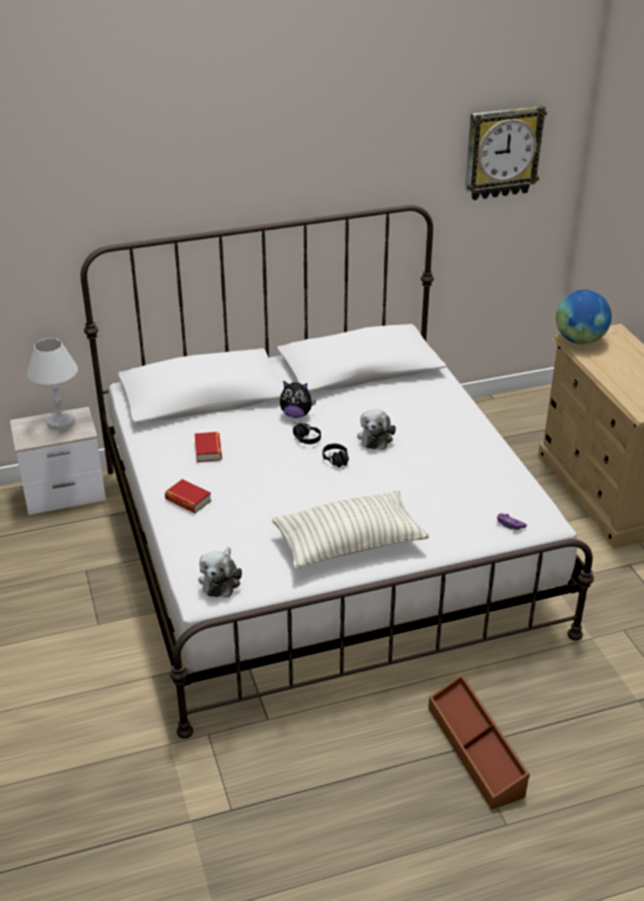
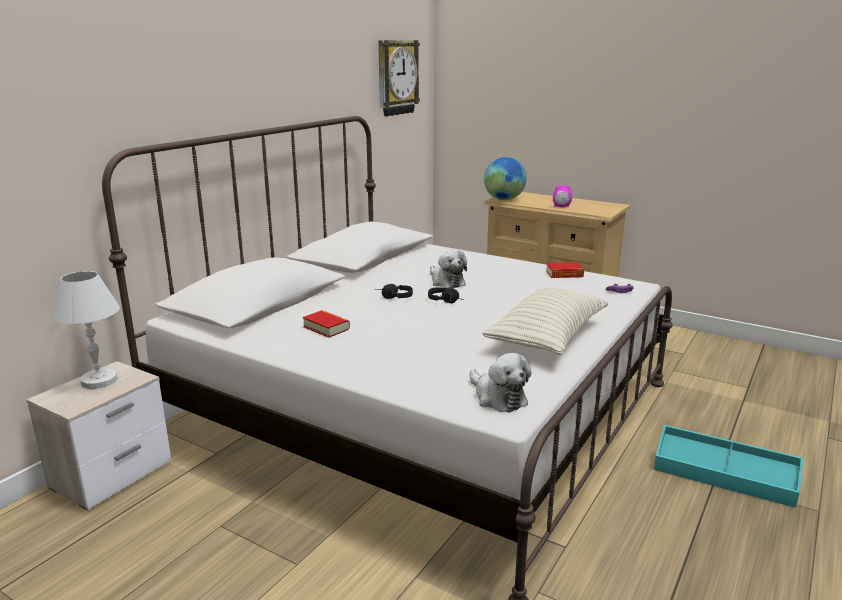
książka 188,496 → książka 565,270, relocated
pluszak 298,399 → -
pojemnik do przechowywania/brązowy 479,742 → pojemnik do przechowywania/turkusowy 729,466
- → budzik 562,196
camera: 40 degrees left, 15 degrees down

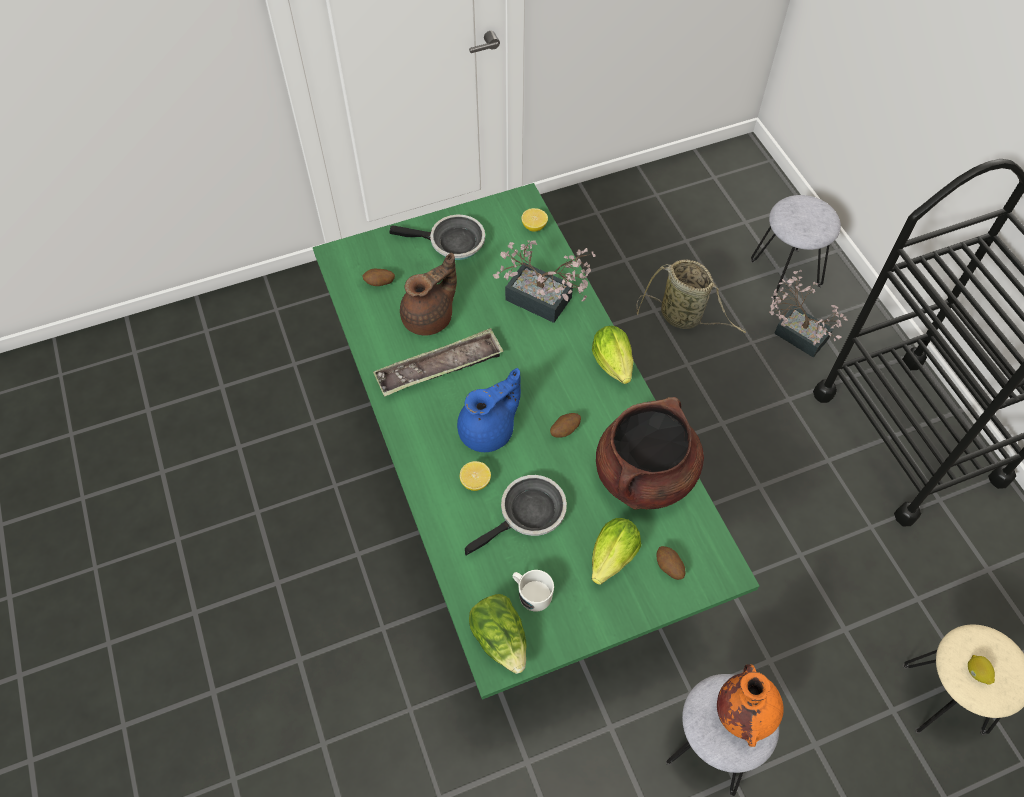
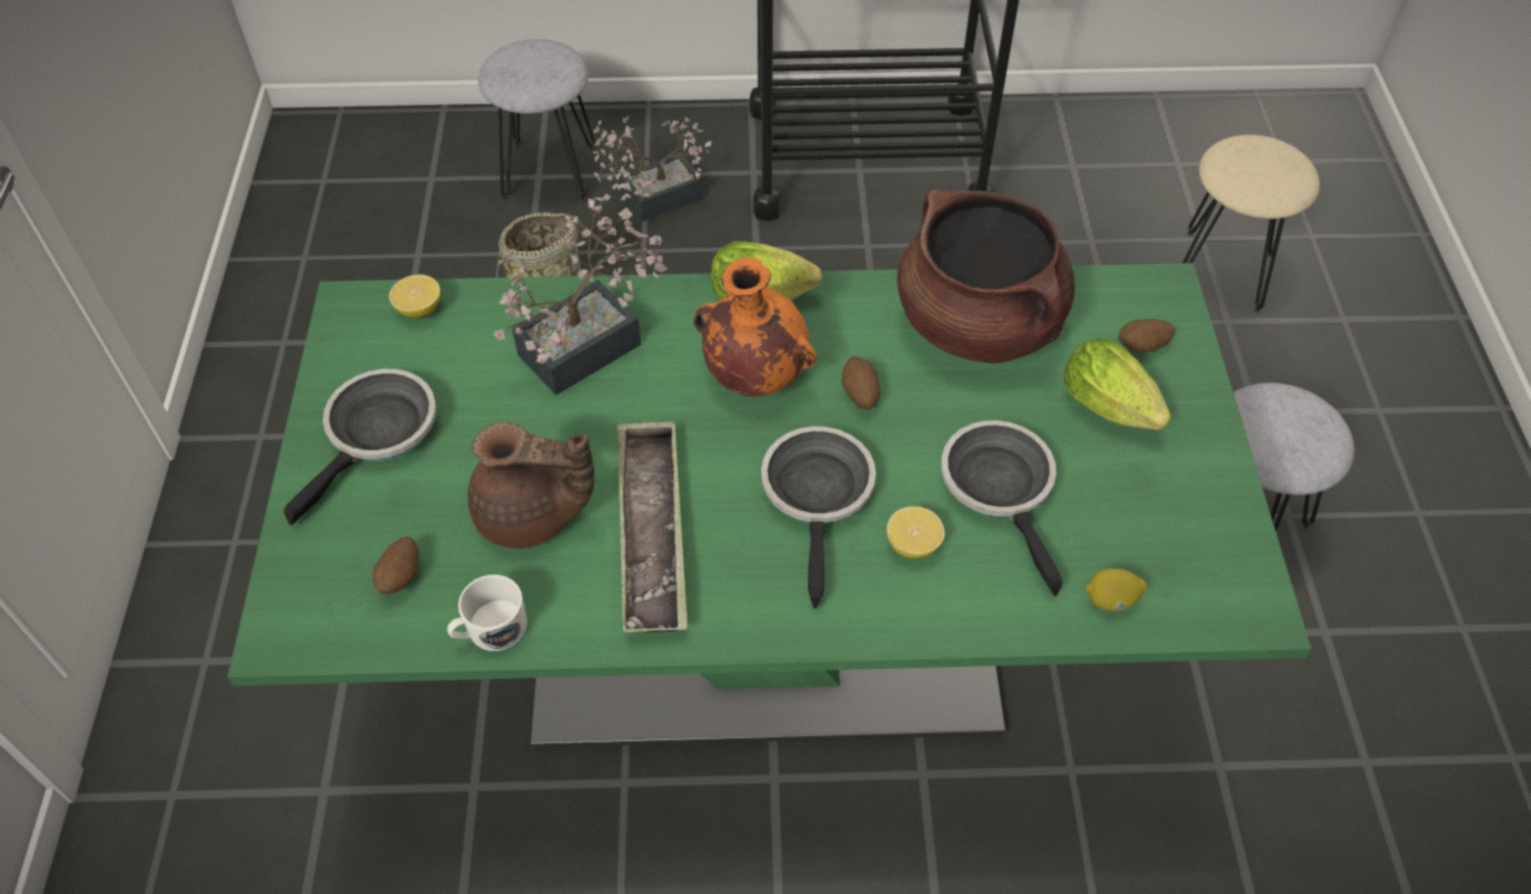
imbryk/brązowy 428,294 → imbryk/brązowy 531,485, 120 degrees clockwise
imbryk/niebieski 489,410 → patelnia 818,517
sałata 497,634 → -
kubek/biały 533,591 → kubek/biały 487,613, relocated
wazon/pomarańczowy 750,705 → wazon/pomarańczowy 755,327, relocated
cytryna 981,670 → cytryna 1116,589, relocated
camera: 70 degrees left, 5 degrees down

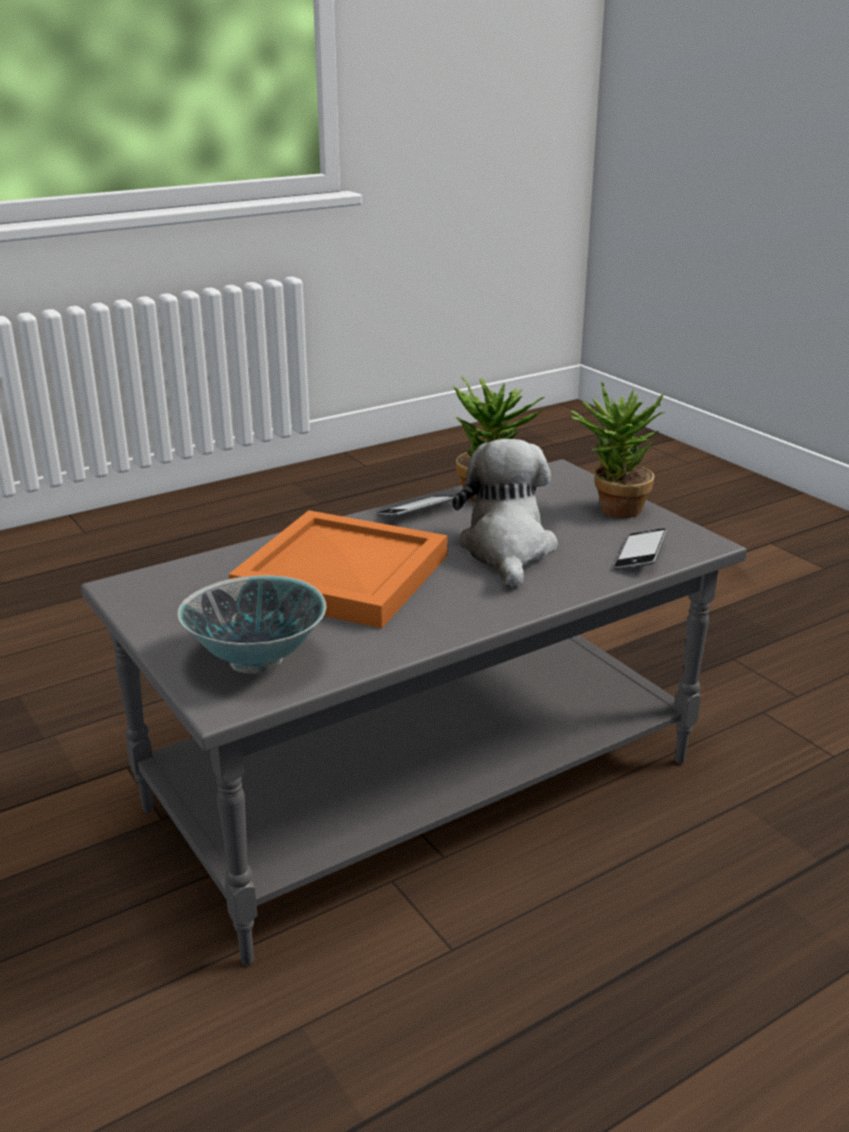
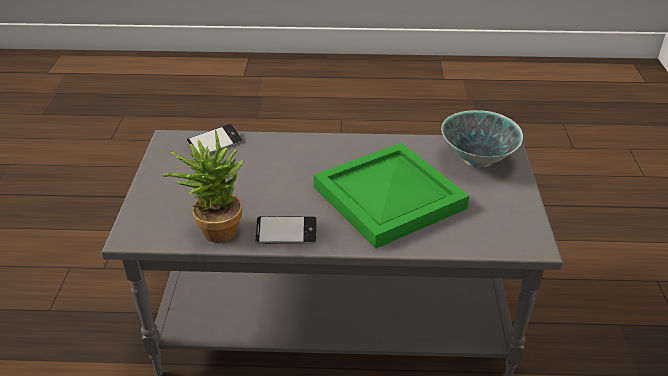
taca/pomarańczowy 338,569 → taca/zielony 391,196
pluszak 505,513 → -
roślina doniczkowa 618,450 → -
camera: 145 degrees left, 10 degrees up

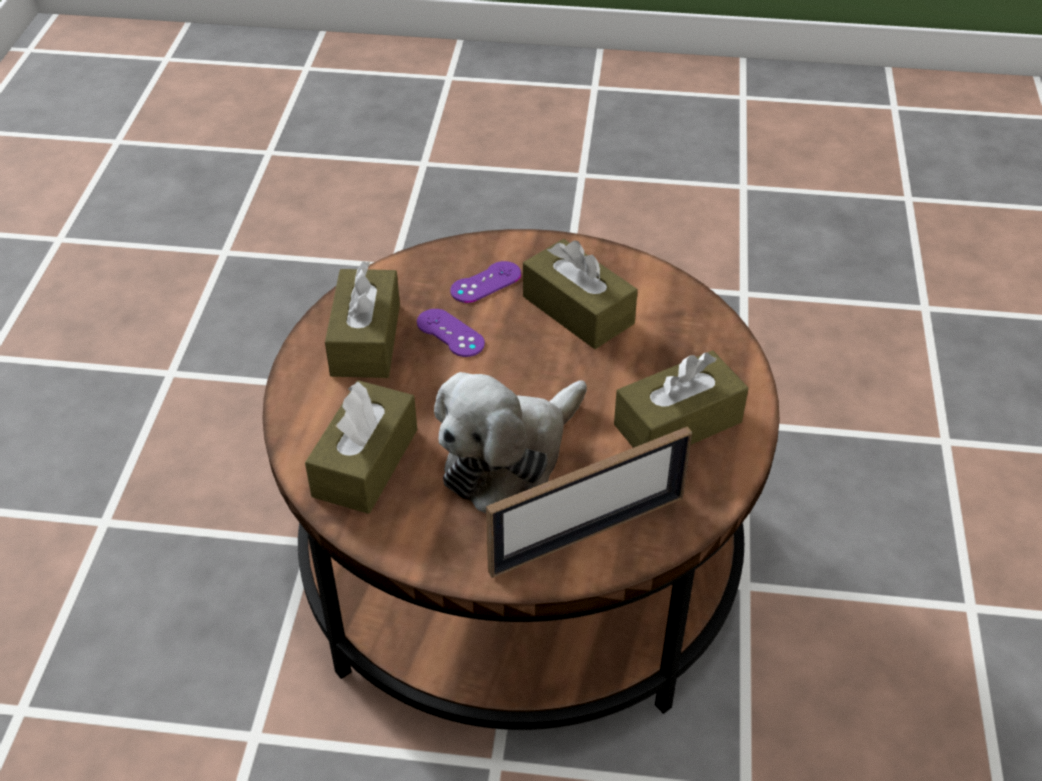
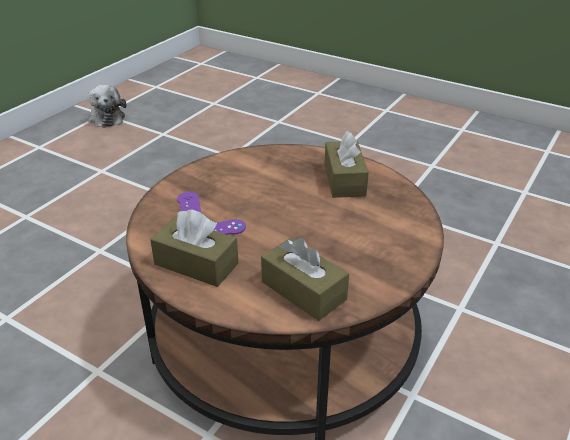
pluszak 510,442 → pluszak 107,106, relocated
ramka na zdjęcie 589,502 → -
pudełko chusteczek/brązowy 580,294 → -
camera: 65 degrees left, 10 degrees down

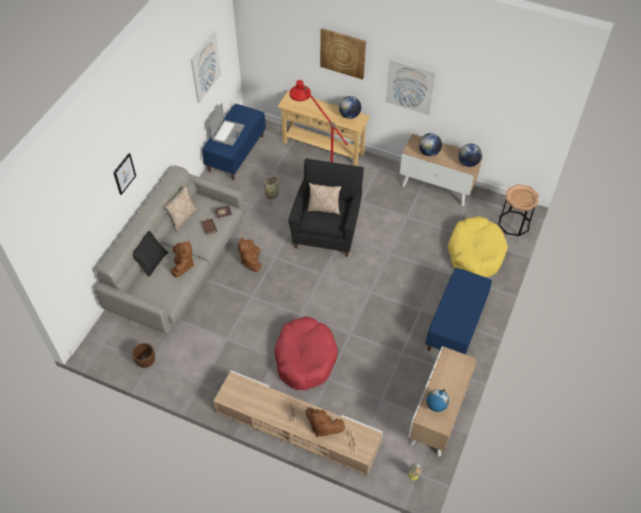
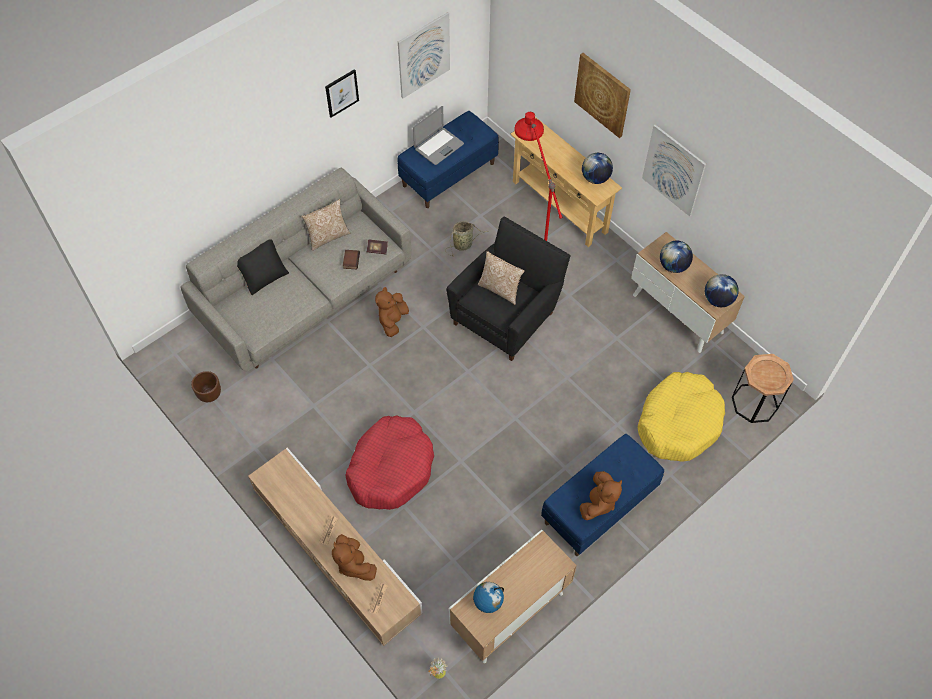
obraz 124,174 → obraz 342,93, relocated
pluszak/brązowy 182,258 → pluszak/brązowy 601,495, relocated
camera: 25 degrees right, 5 degrees up

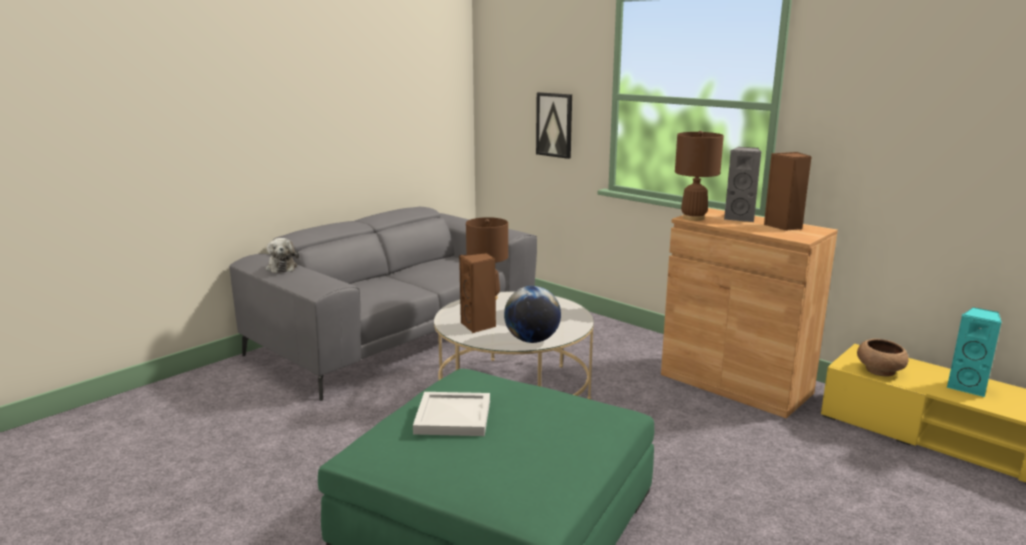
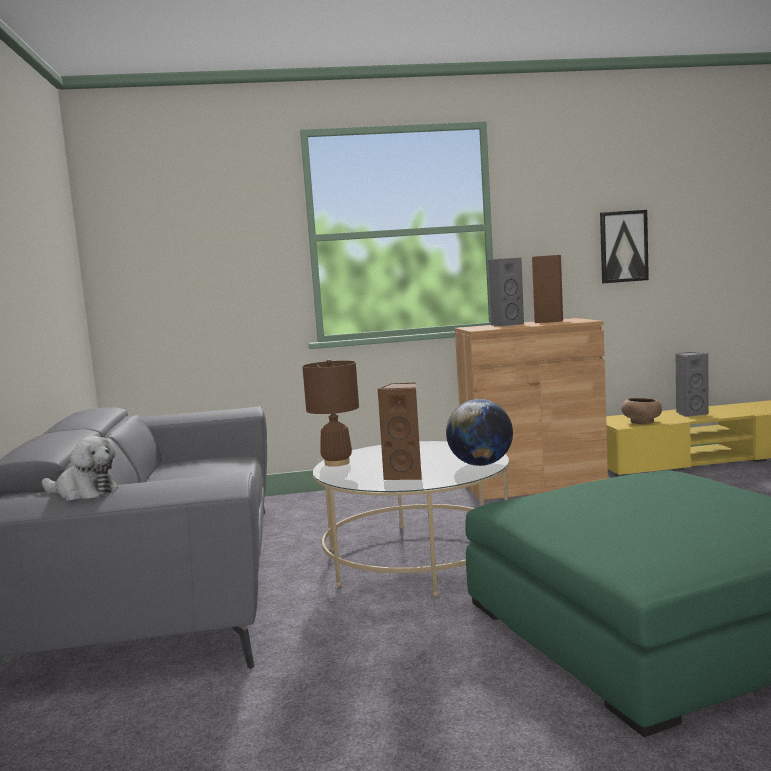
taca/biały 451,414 → -
obraz 554,125 → obraz 624,246, relocated
lampa stołowa/brązowy 699,176 → -
głośnik/turkusowy 974,352 → głośnik/szary 692,384
camera: 50 degrees left, 10 degrees down

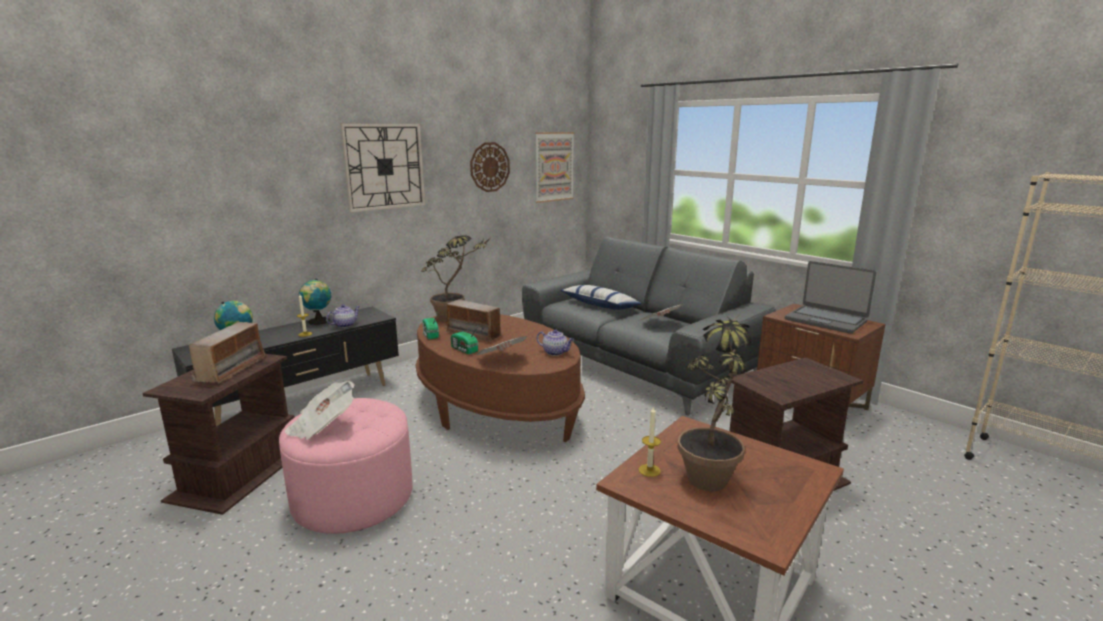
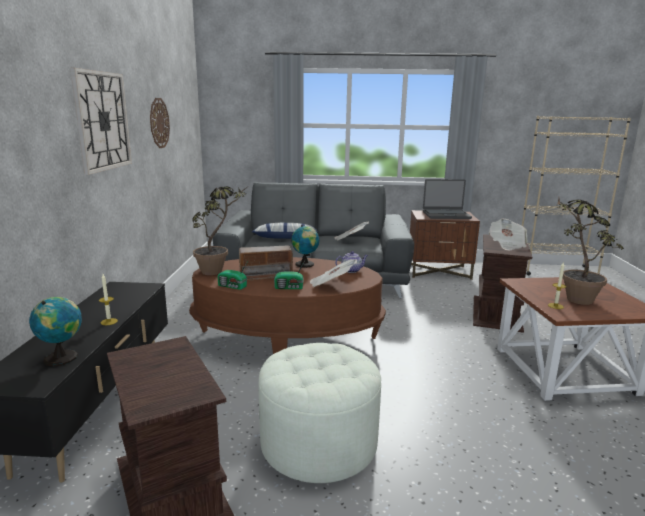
radio 227,353 → -
pufa/różowy 346,466 → pufa/biały 319,413
gazeta 320,410 → gazeta 508,234, relocated
globus 315,302 → globus 305,246, relocated
imbryk 343,316 → -
obraz 554,167 → -
camera: 45 degrees left, 0 degrees up

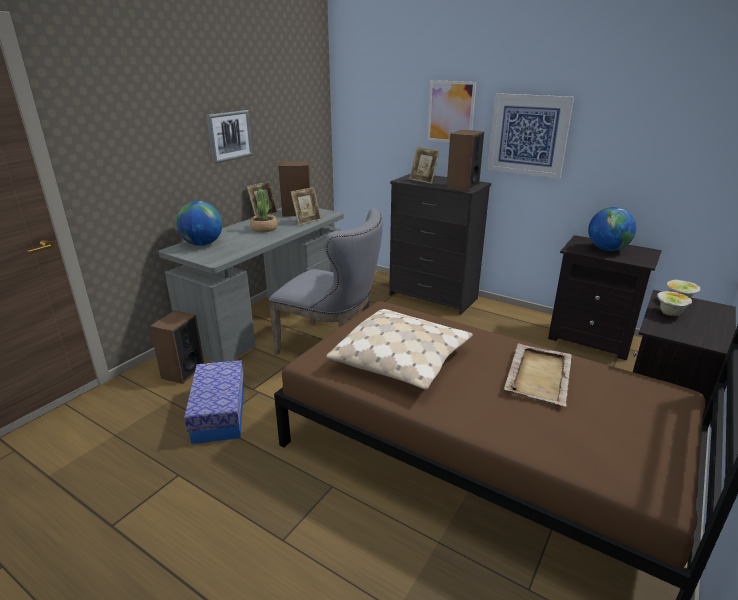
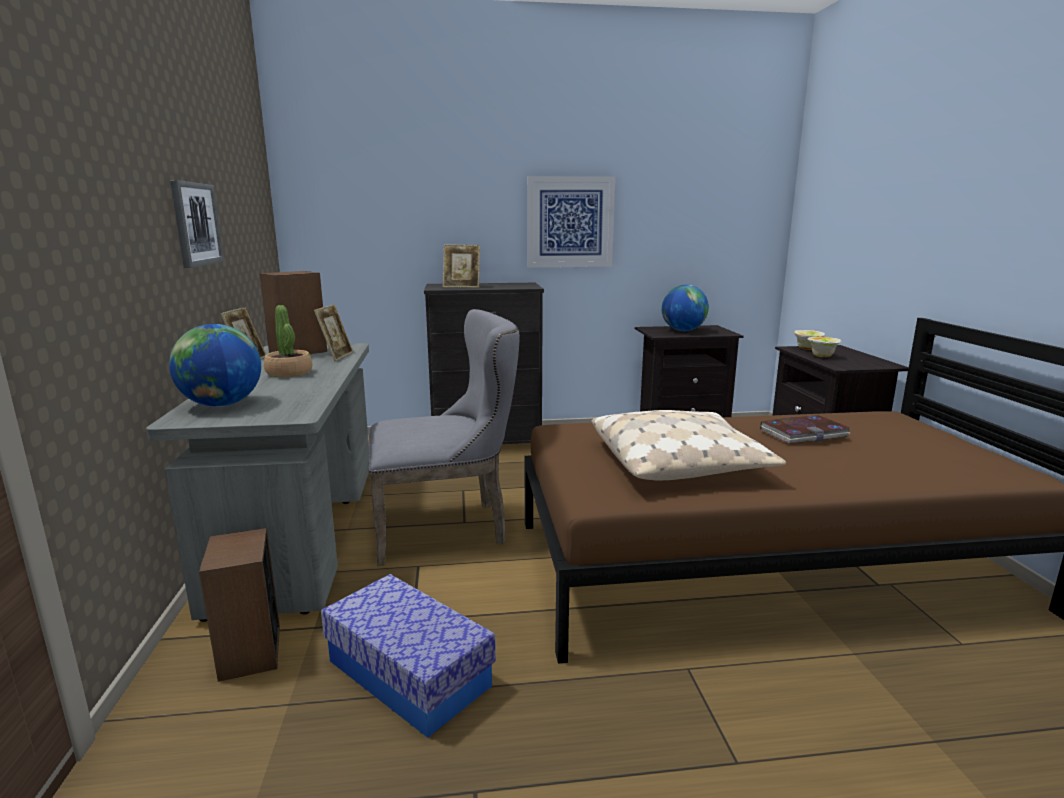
obraz 451,111 → -
głośnik 465,161 → -
taca/beżowy 538,375 → książka 805,429
camera: 40 degrees left, 10 degrees down

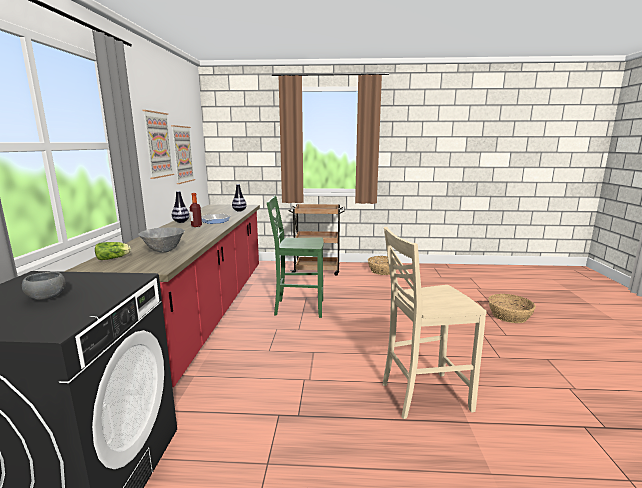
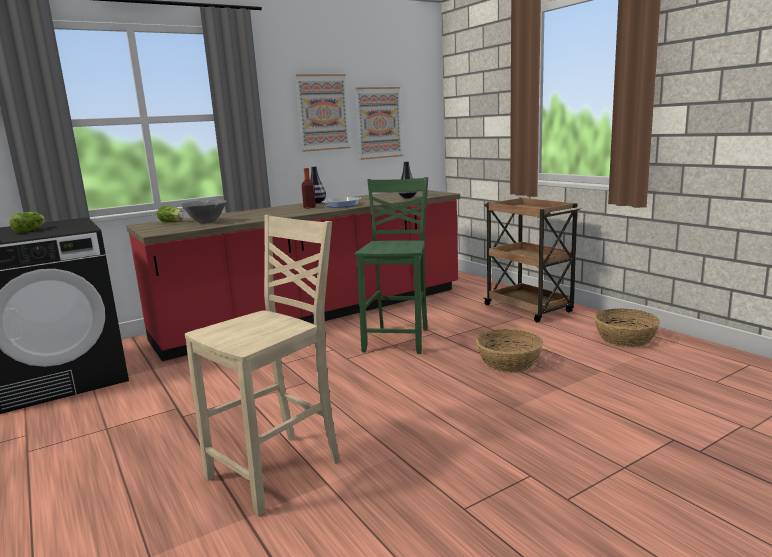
miska/szary 44,286 → sałata 27,222
krzesło/zielony 295,257 → krzesło/zielony 391,265, 45 degrees clockwise
krzesło/beżowy 435,323 → krzesło/beżowy 262,365, 90 degrees clockwise
koszyk 512,308 → koszyk 509,351, relocated
camera: 55 degrees right, 0 degrees up

